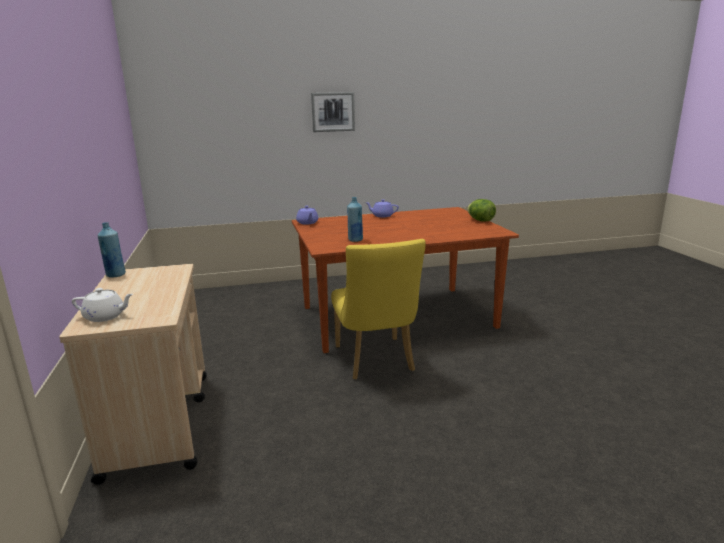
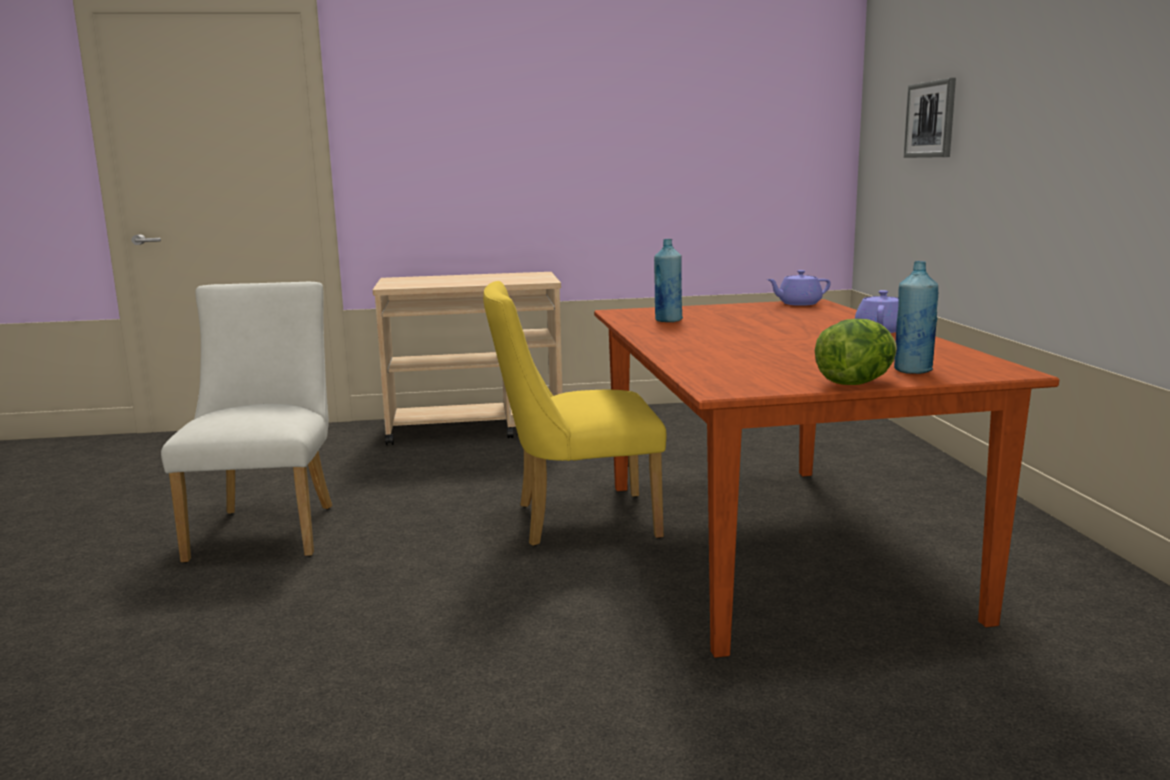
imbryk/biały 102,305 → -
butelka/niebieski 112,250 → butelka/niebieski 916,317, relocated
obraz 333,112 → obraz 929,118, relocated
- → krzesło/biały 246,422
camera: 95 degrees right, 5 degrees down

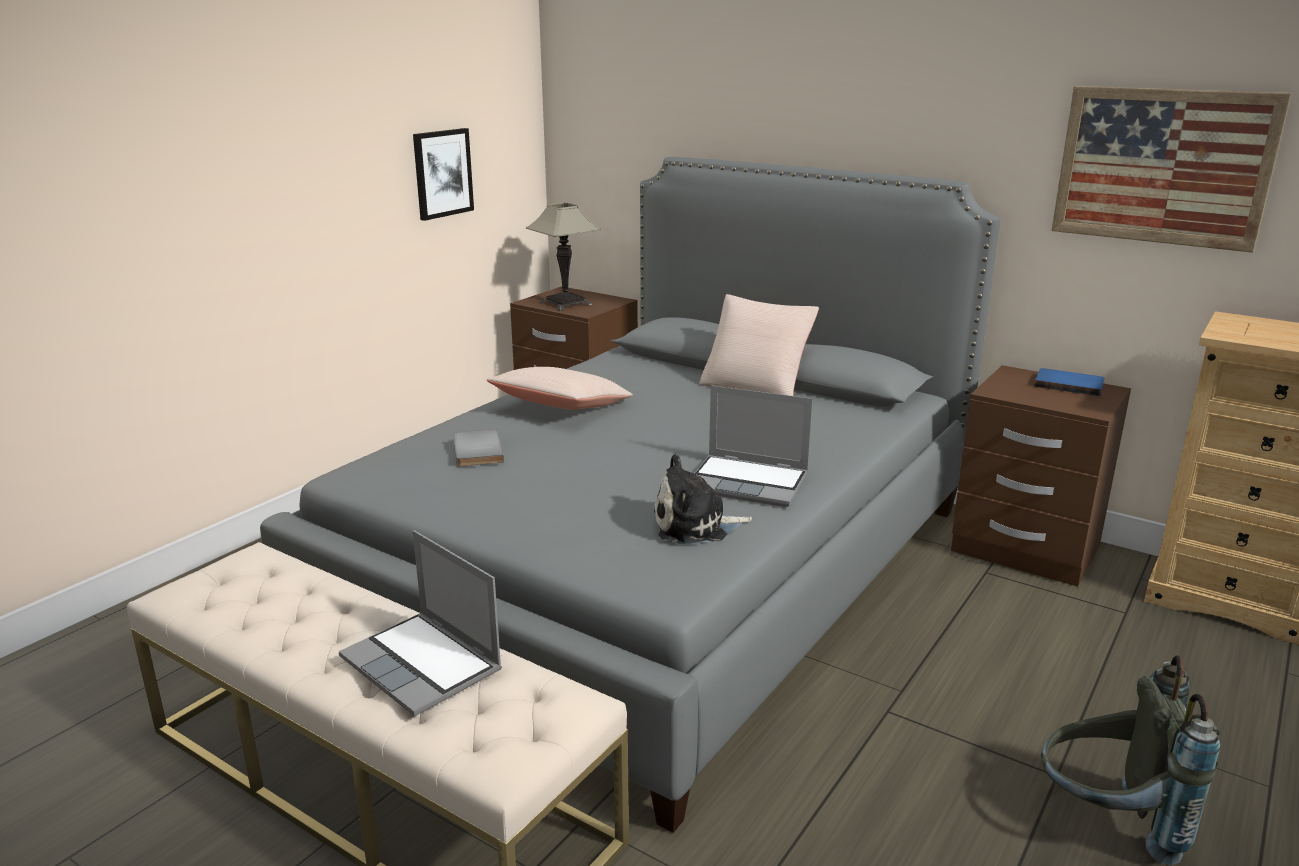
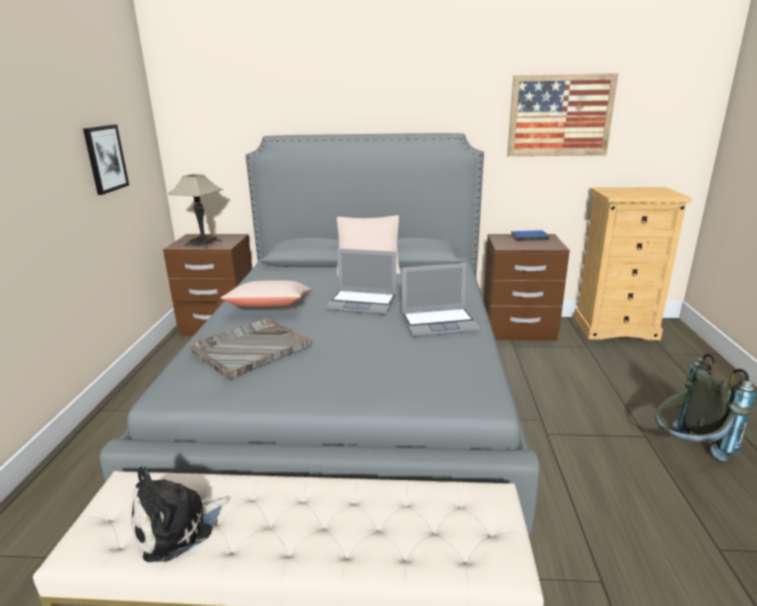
laptop 420,623 → laptop 361,281, relocated
książka/szary 478,448 → taca/szary 249,349
pluszak 703,499 → pluszak 180,514, relocated
camera: 30 degrees left, 0 degrees up

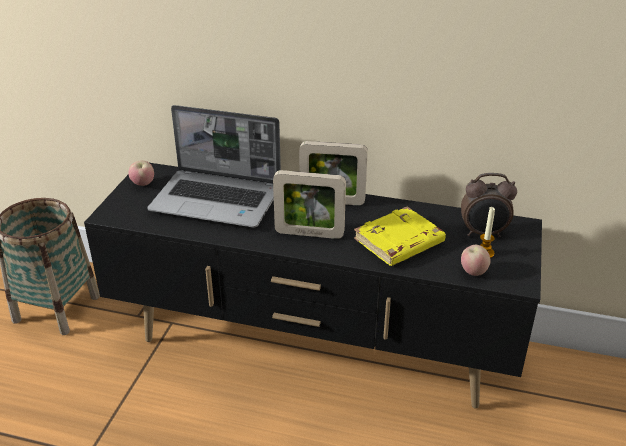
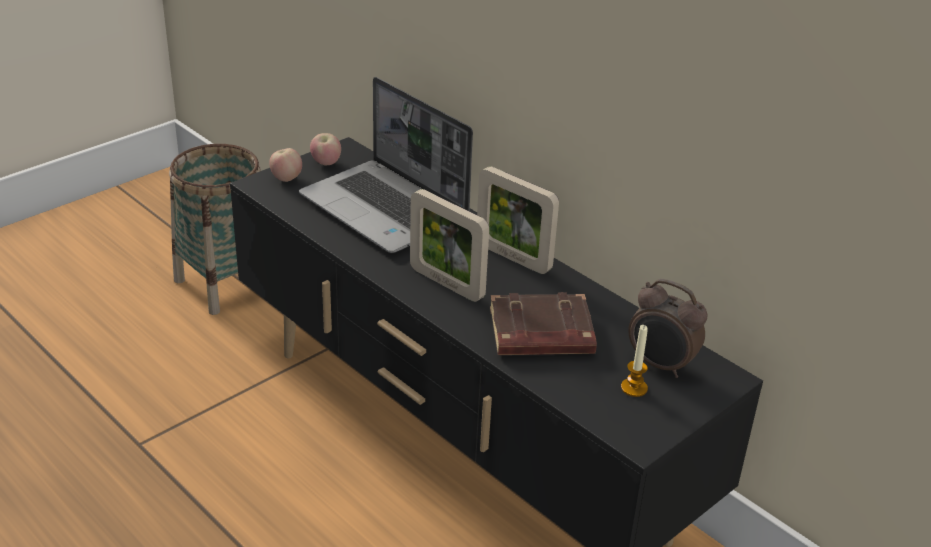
książka/żółty 400,236 → książka/brązowy 543,323
jabłko 476,260 → jabłko 285,165, relocated
camera: 30 degrees right, 0 degrees up

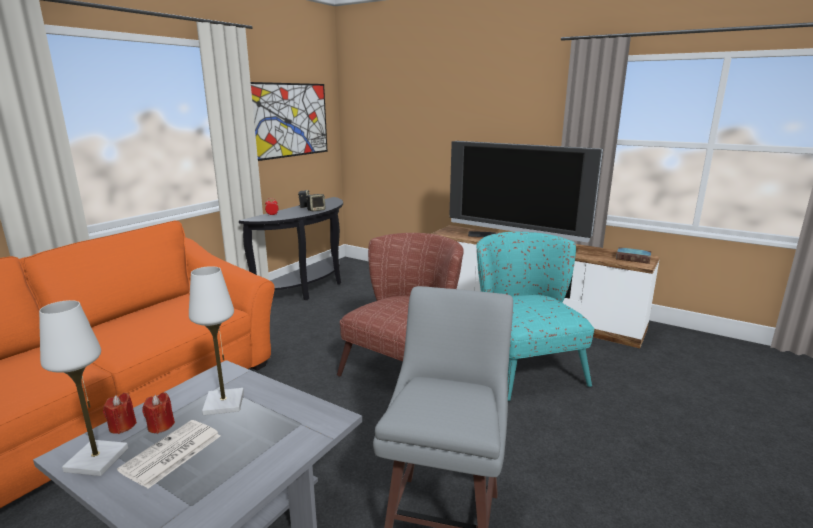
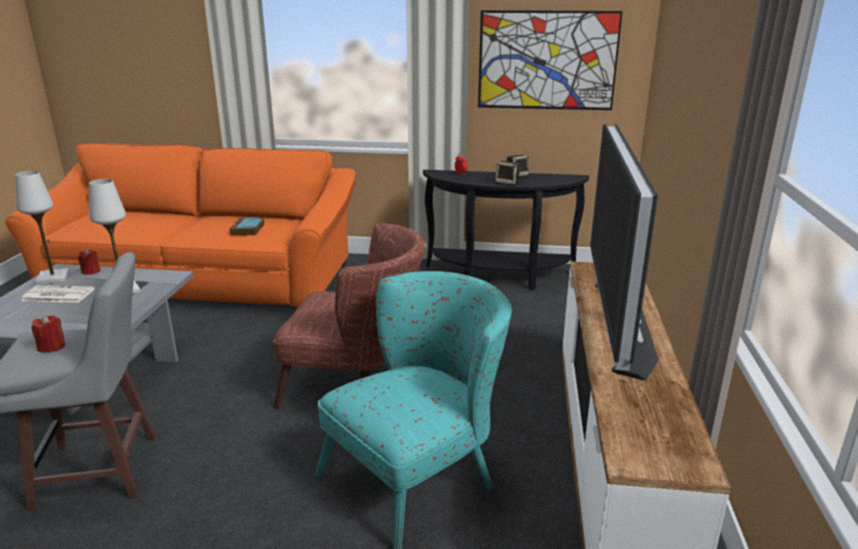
świeca/czerwony 158,413 → świeca/czerwony 48,334, relocated
książka 633,255 → książka 247,226, relocated
camera: 65 degrees right, 5 degrees up

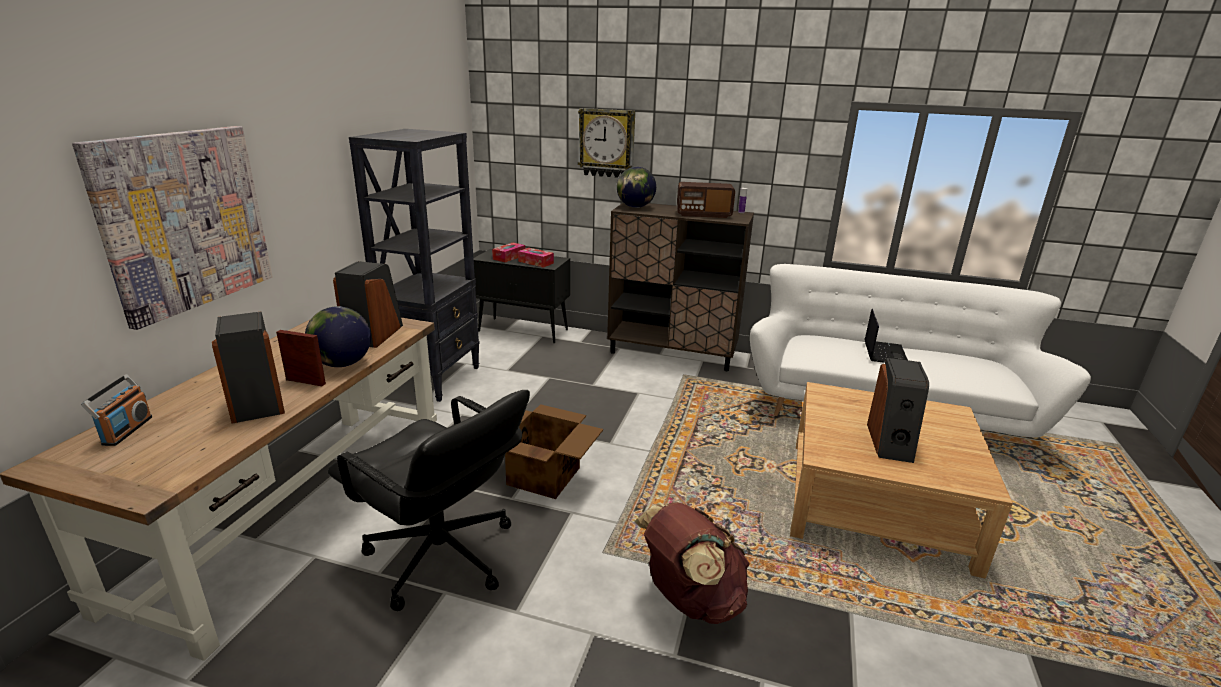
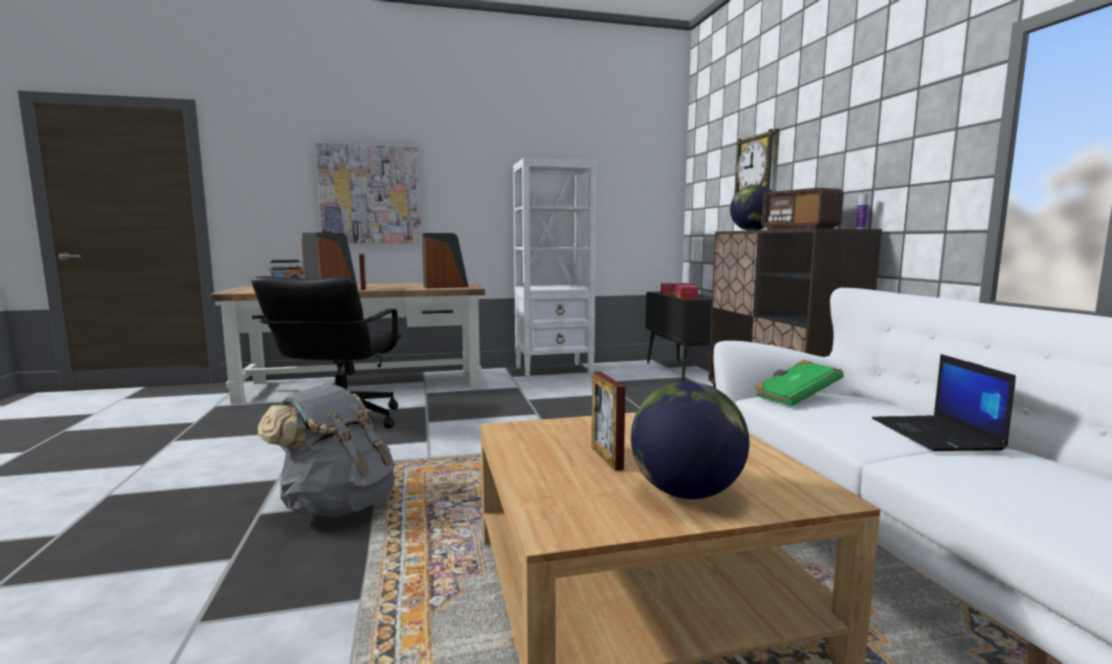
globus 338,336 → globus 690,440, relocated
regał/czarny 414,265 → regał/biały 555,269
karton 554,451 → -
plecak/brązowy 692,563 → plecak/szary 326,450
laptop 886,336 → laptop 944,402, 105 degrees clockwise
głośnik 898,410 → ramka na zdjęcie 608,421
- → książka/zielony 799,383
camera: 60 degrees right, 15 degrees down

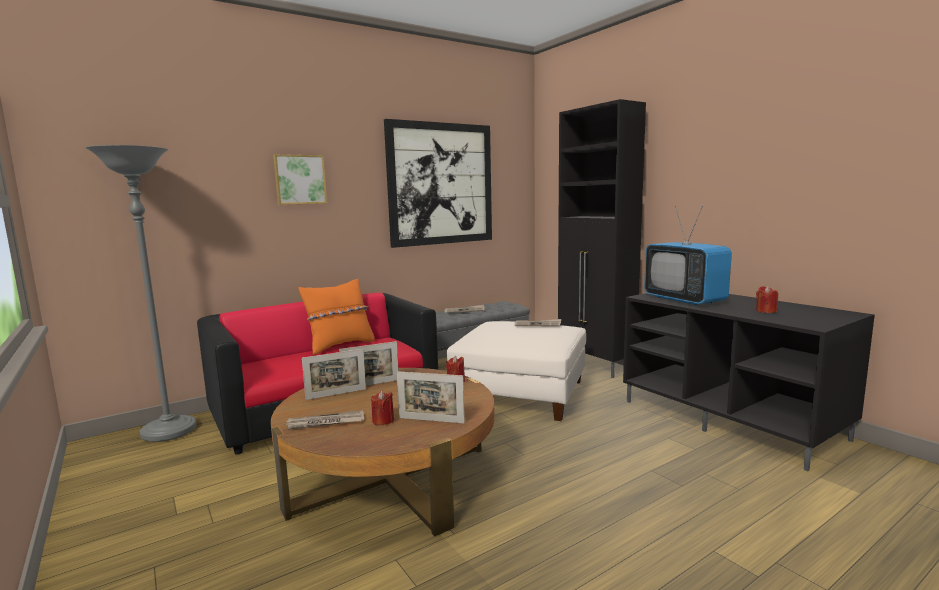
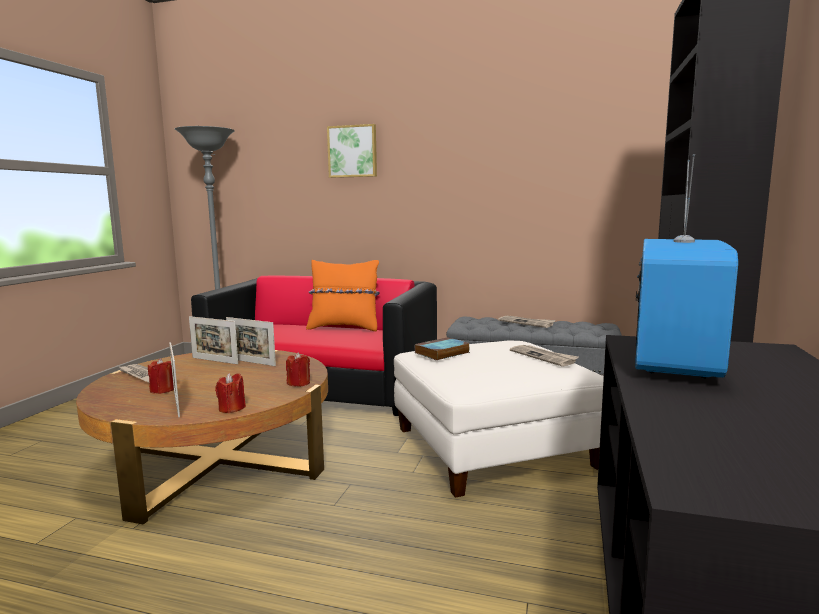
obraz 438,183 → -
świeca/czerwony 767,299 → świeca/czerwony 230,393, relocated
- → książka 442,348
camera: 50 degrees right, 0 degrees up

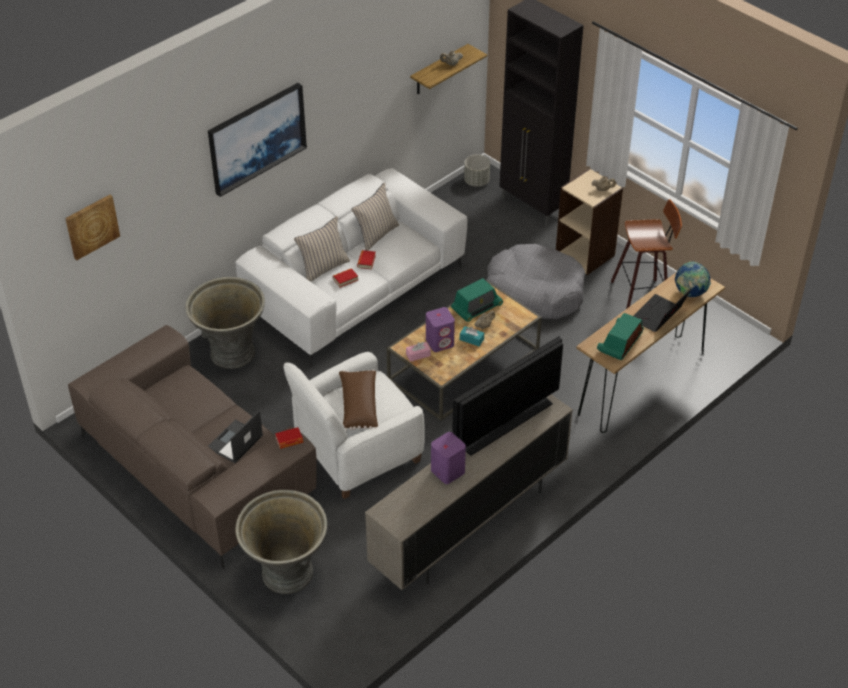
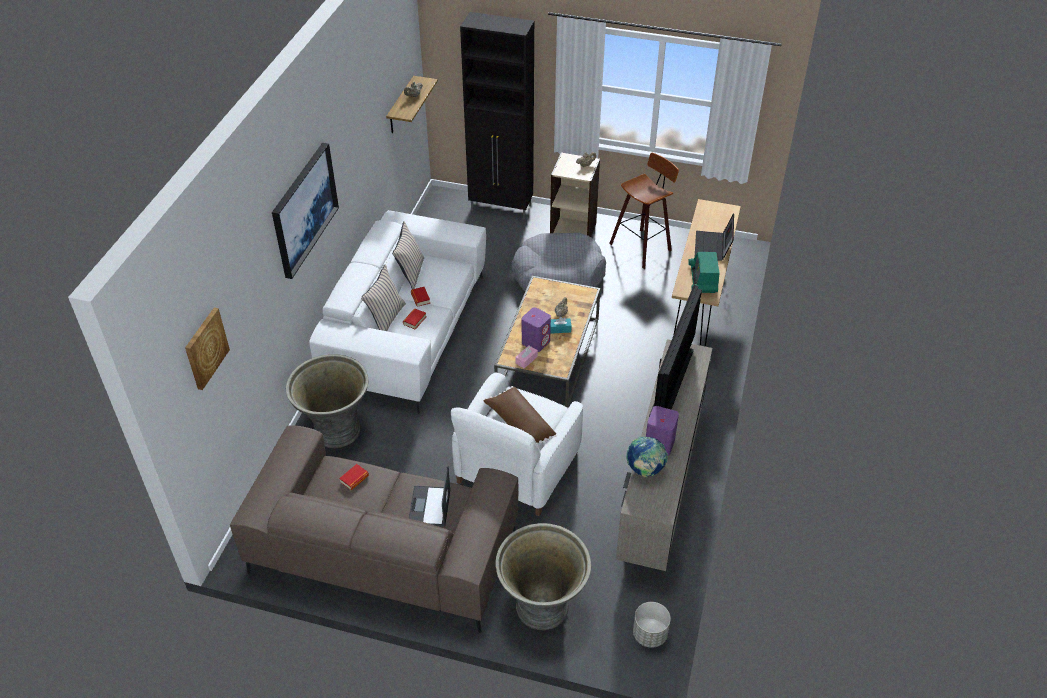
książka 289,438 → książka 354,477, relocated
radio 477,300 → -
donica/szary 477,171 → donica/szary 652,625, relocated
globus 693,279 → globus 647,457, relocated
camera: 30 degrees left, 0 degrees up

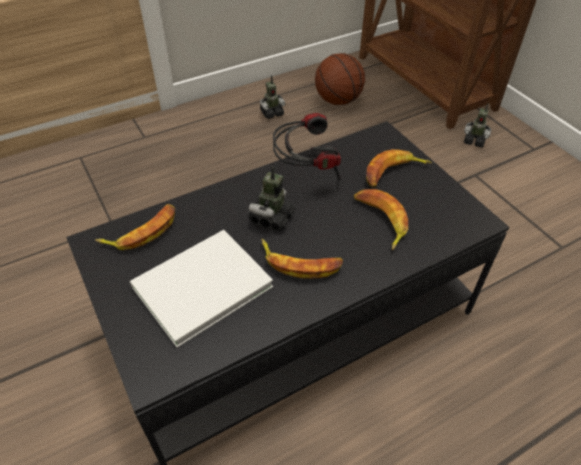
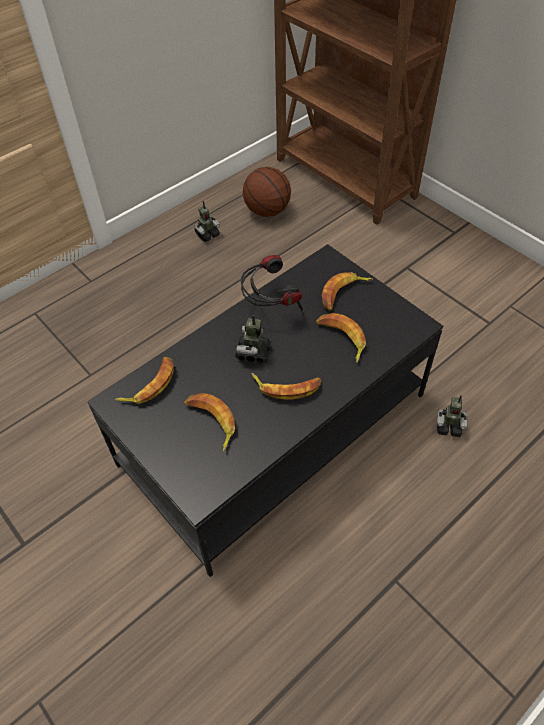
książka/biały 201,289 → banan 209,422
robot zabawkowy 477,125 → robot zabawkowy 452,416, relocated
camera: 10 degrees left, 5 degrees up

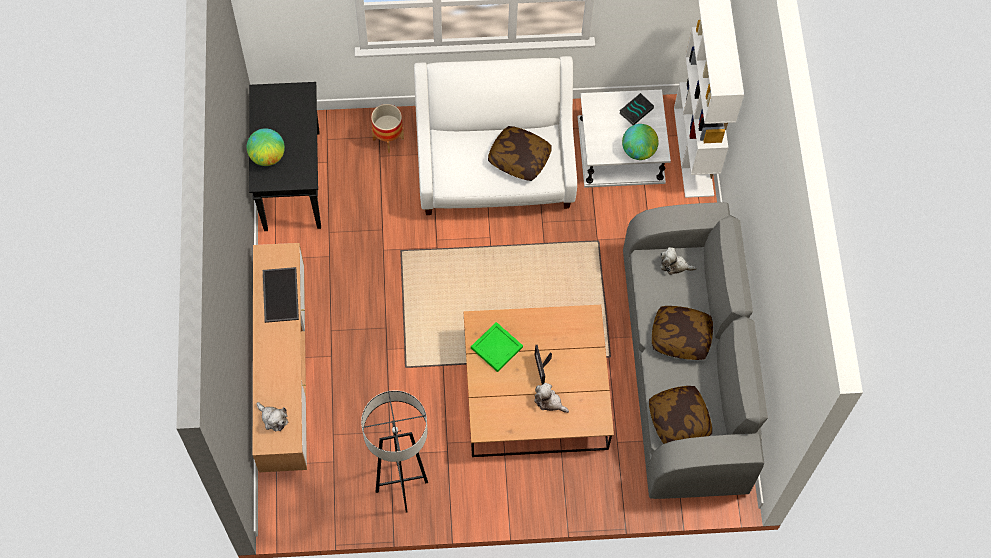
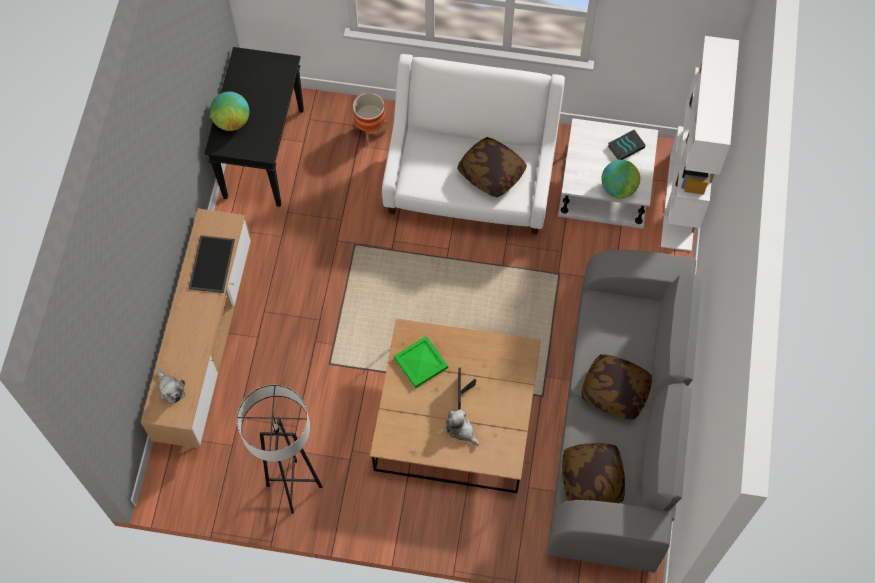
pluszak 679,261 → -
camera: 15 degrees right, 0 degrees up

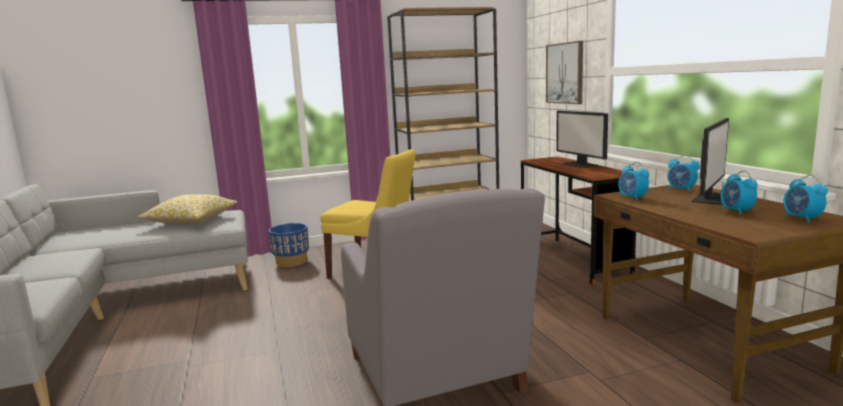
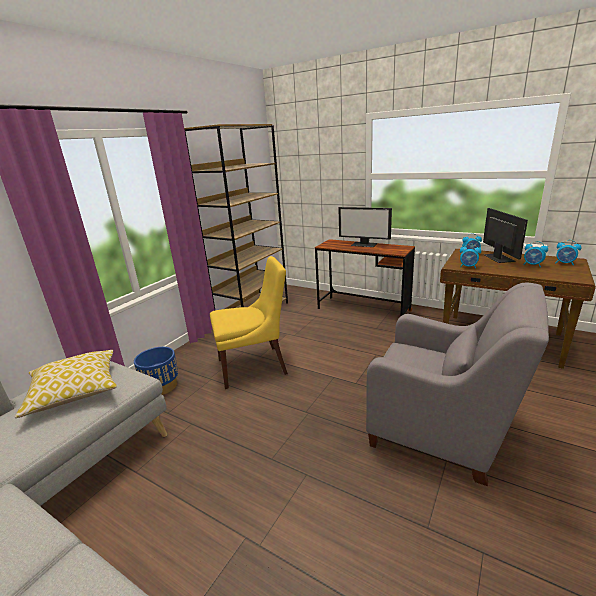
obraz 564,72 → -
camera: 40 degrees left, 10 degrees up

